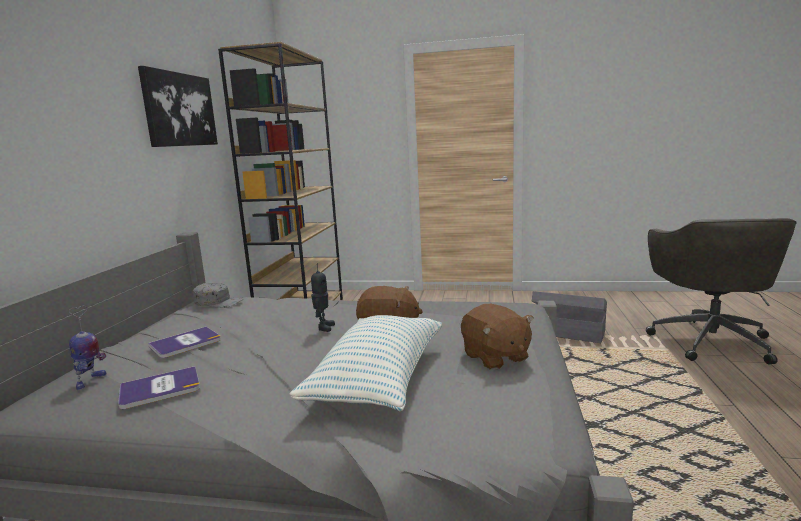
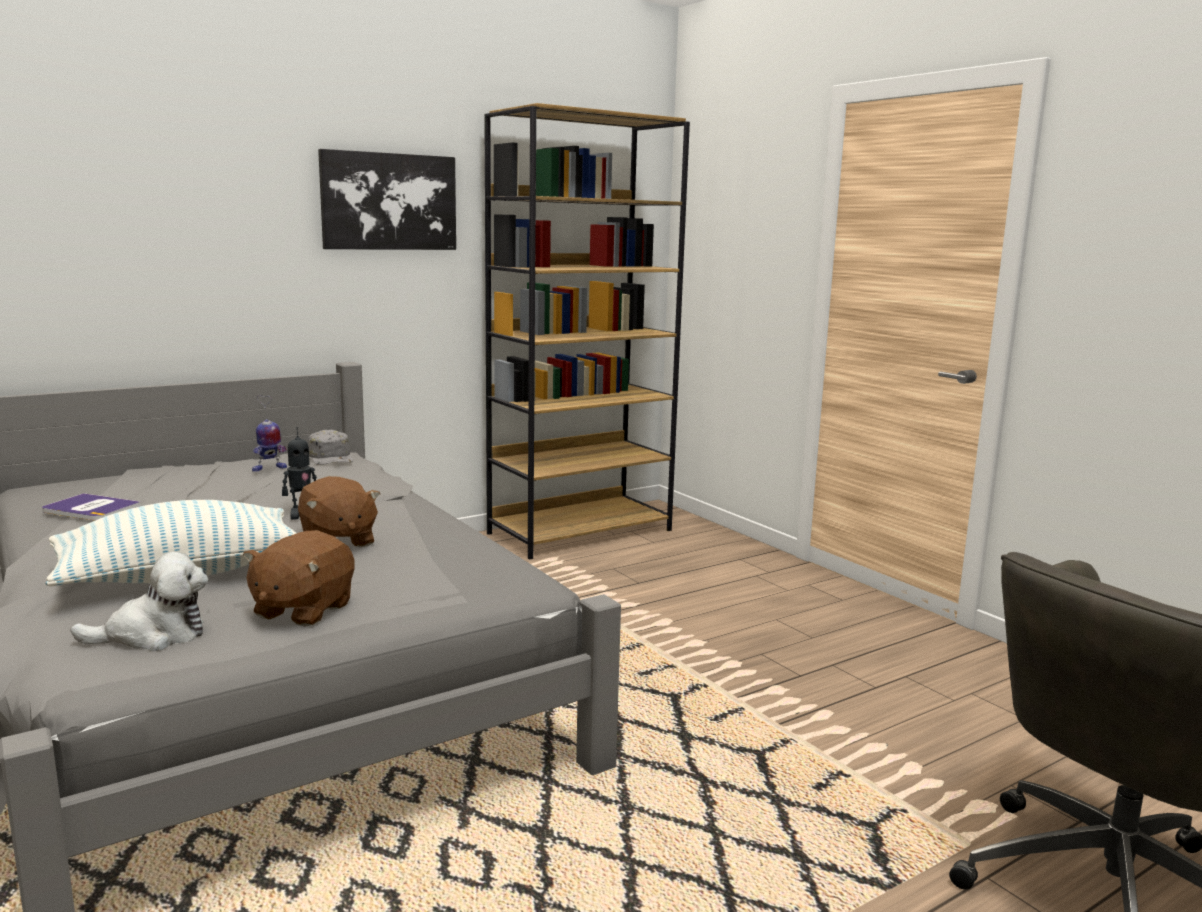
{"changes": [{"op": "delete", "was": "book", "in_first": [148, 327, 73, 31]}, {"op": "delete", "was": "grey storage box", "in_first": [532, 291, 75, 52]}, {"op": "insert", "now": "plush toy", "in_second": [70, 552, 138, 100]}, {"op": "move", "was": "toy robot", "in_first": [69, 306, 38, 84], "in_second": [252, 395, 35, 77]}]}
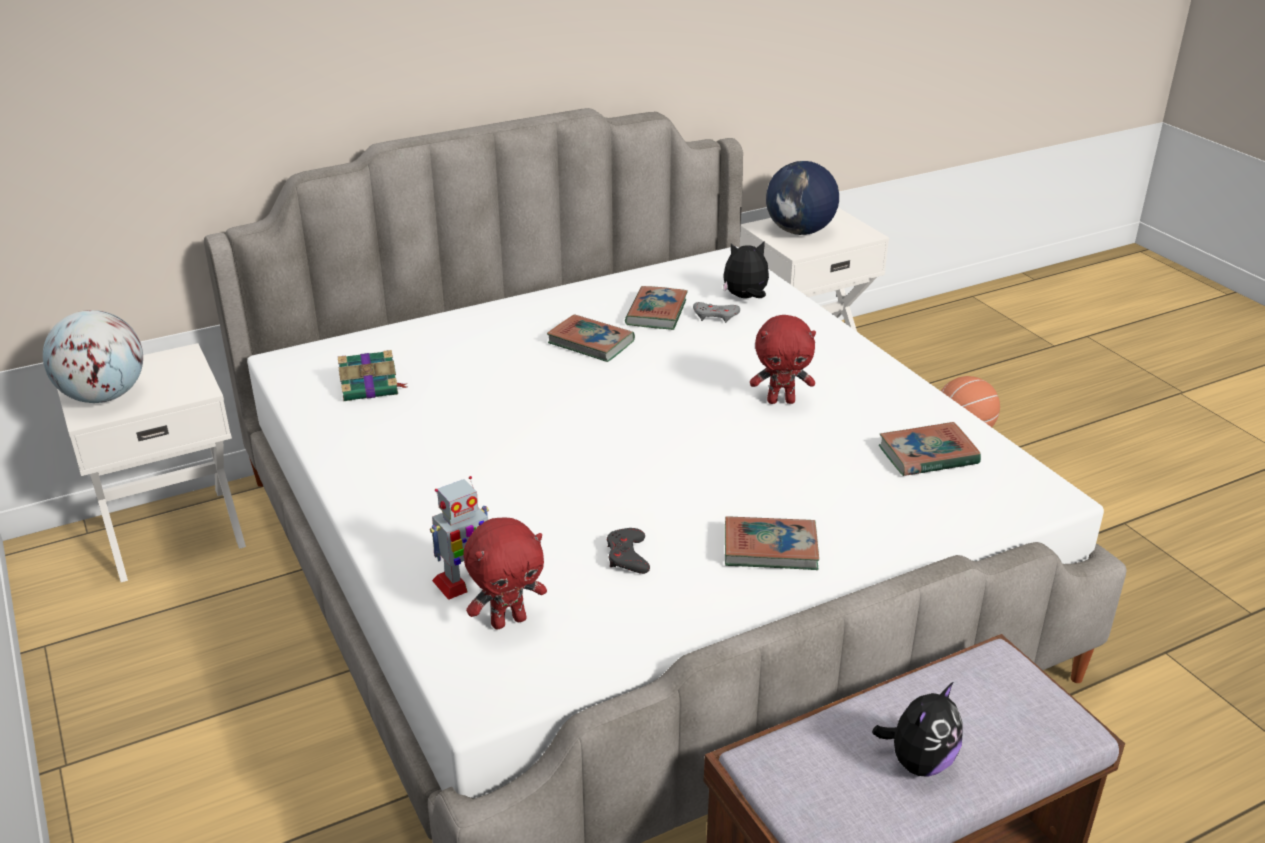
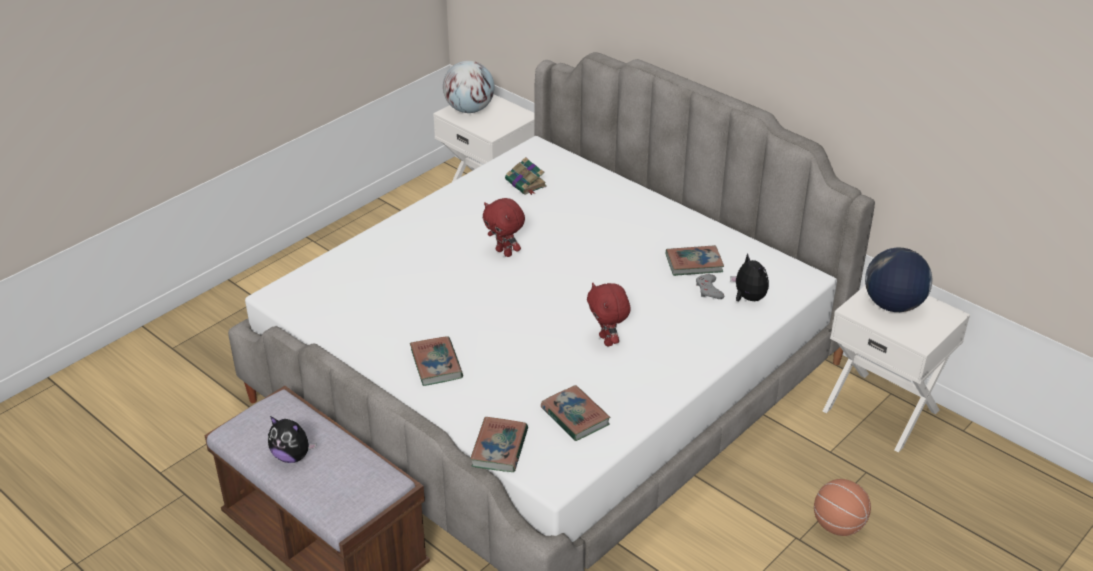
{"changes": [{"op": "delete", "was": "toy robot", "in_first": [430, 476, 59, 124]}, {"op": "delete", "was": "grey game controller", "in_first": [607, 528, 43, 46]}, {"op": "move", "was": "red plush toy", "in_first": [464, 517, 83, 113], "in_second": [483, 198, 42, 59]}, {"op": "move", "was": "book", "in_first": [547, 314, 88, 48], "in_second": [470, 417, 58, 55]}]}
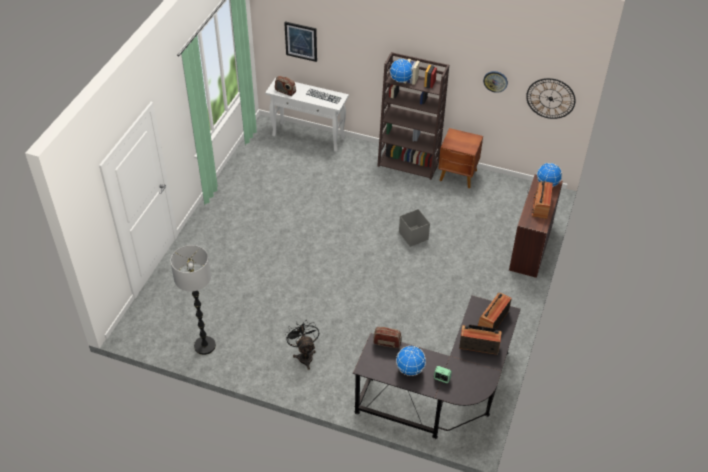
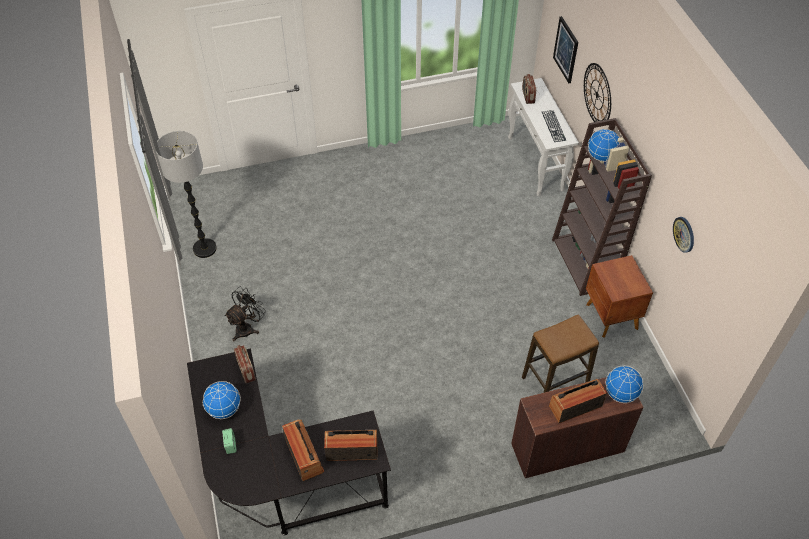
{"changes": [{"op": "delete", "was": "grey storage box", "in_first": [399, 209, 31, 38]}, {"op": "insert", "now": "stool", "in_second": [522, 314, 77, 79]}, {"op": "move", "was": "wall clock", "in_first": [526, 78, 50, 41], "in_second": [584, 63, 27, 59]}]}
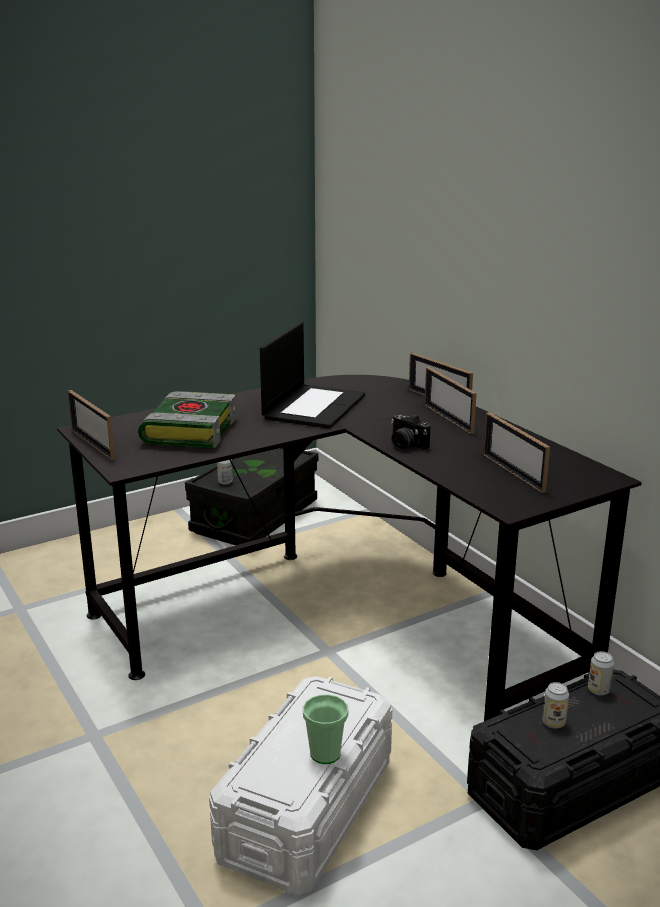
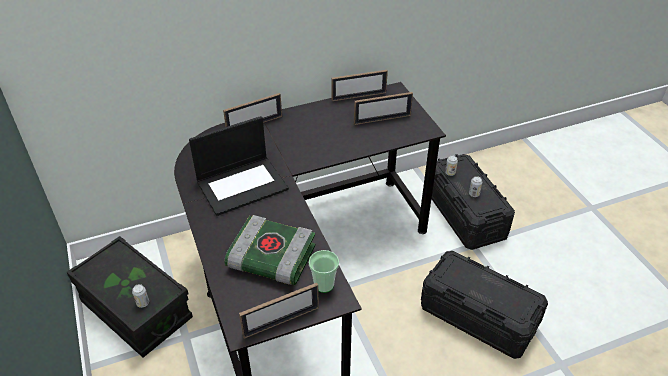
{"changes": [{"op": "delete", "was": "photo camera", "in_first": [391, 414, 39, 35]}, {"op": "move", "was": "cup", "in_first": [303, 694, 46, 70], "in_second": [309, 250, 30, 43]}, {"op": "move", "was": "picture frame", "in_first": [425, 367, 52, 67], "in_second": [331, 70, 57, 31]}, {"op": "recolor", "was": "white storage box", "now": "black storage box", "in_first": [209, 676, 183, 219], "in_second": [421, 251, 127, 108]}, {"op": "rotate", "was": "laptop", "in_first": [260, 322, 105, 107], "in_second": [189, 116, 100, 100], "clockwise": 120}]}
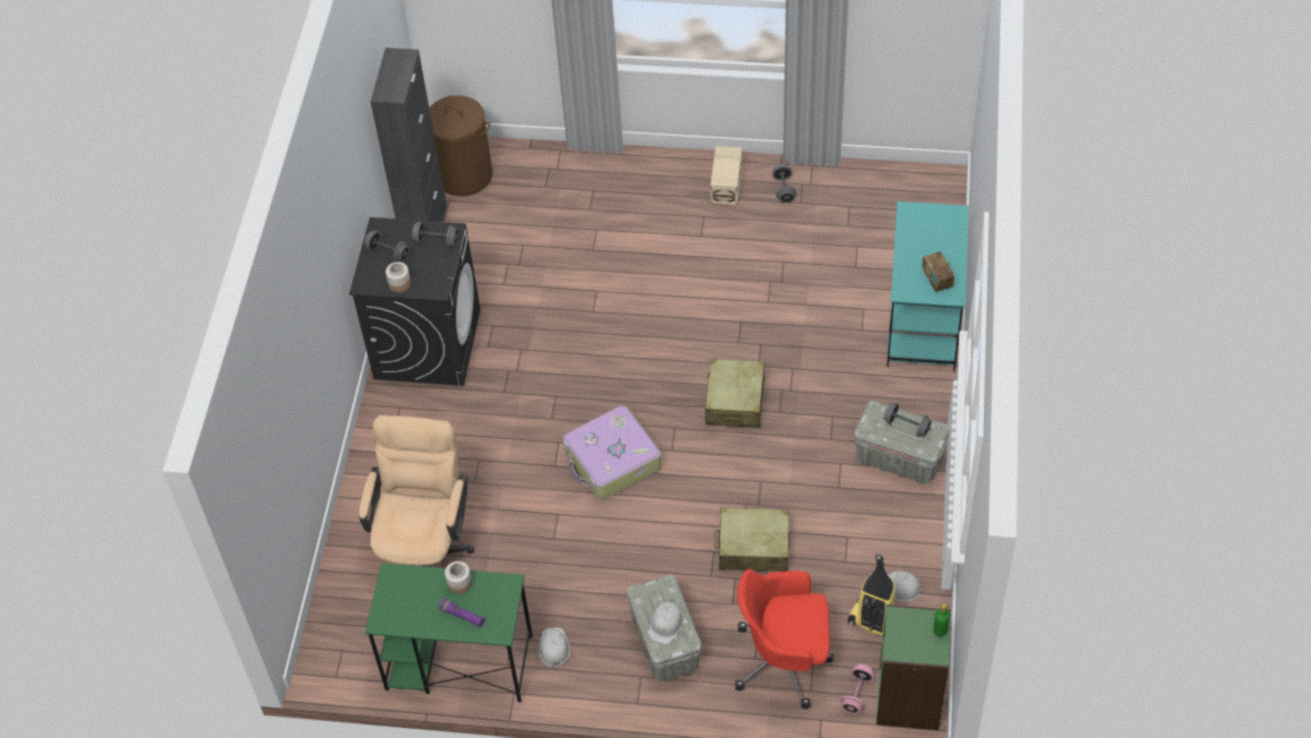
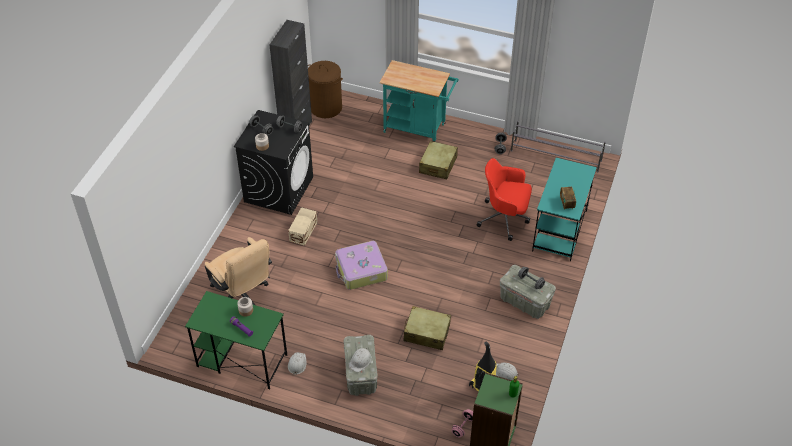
{"changes": [{"op": "insert", "now": "turquoise cart", "in_second": [379, 60, 80, 82]}, {"op": "insert", "now": "grey shoe rack", "in_second": [511, 121, 95, 51]}, {"op": "move", "was": "beige suitcase", "in_first": [705, 359, 60, 69], "in_second": [419, 141, 39, 38]}, {"op": "move", "was": "beige storage box", "in_first": [710, 146, 32, 59], "in_second": [288, 207, 29, 39]}, {"op": "move", "was": "red office chair", "in_first": [735, 569, 99, 140], "in_second": [477, 158, 55, 83]}, {"op": "rotate", "was": "beige office chair", "in_first": [359, 415, 115, 152], "in_second": [205, 237, 67, 68], "clockwise": 120}]}
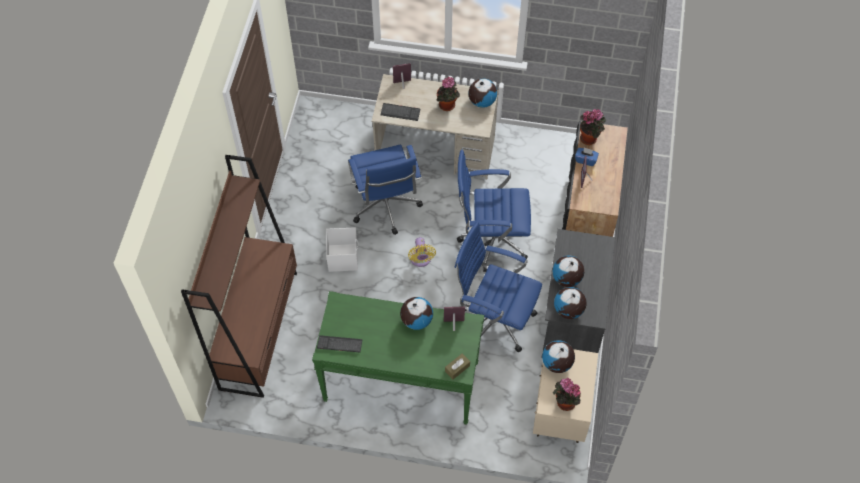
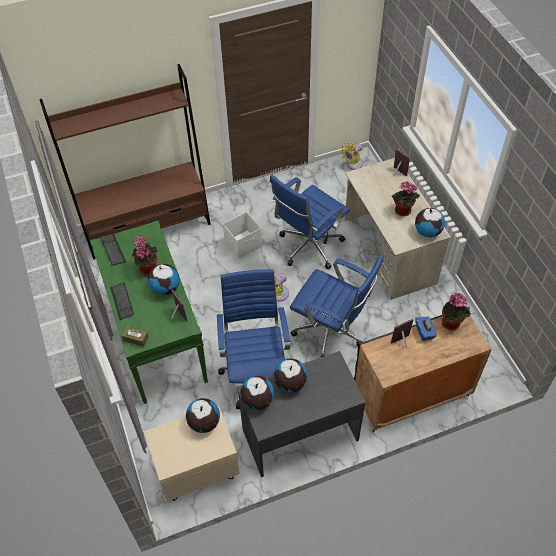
{"changes": [{"op": "insert", "now": "yellow fan", "in_second": [341, 142, 22, 28]}, {"op": "move", "was": "keyboard", "in_first": [381, 103, 39, 18], "in_second": [110, 282, 24, 38]}, {"op": "move", "was": "potted plant", "in_first": [553, 378, 28, 33], "in_second": [132, 235, 25, 41]}, {"op": "rotate", "was": "blue office chair", "in_first": [457, 150, 74, 122], "in_second": [290, 254, 93, 104], "clockwise": 150}]}
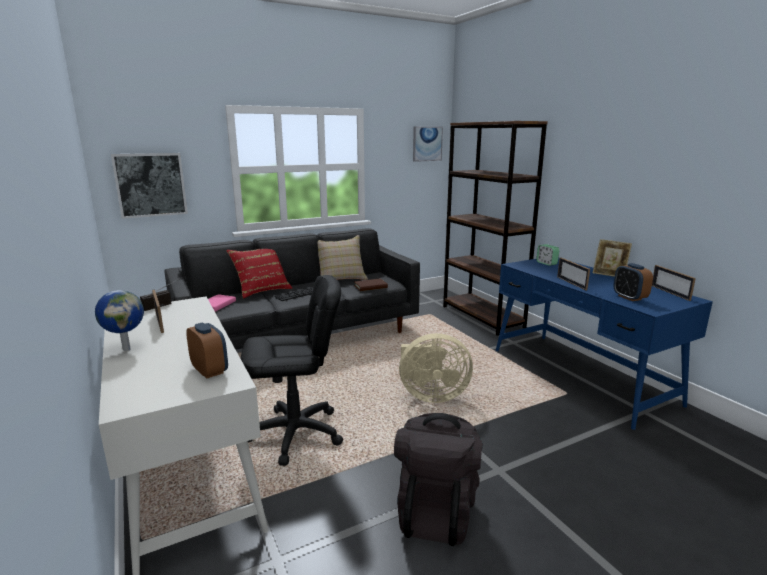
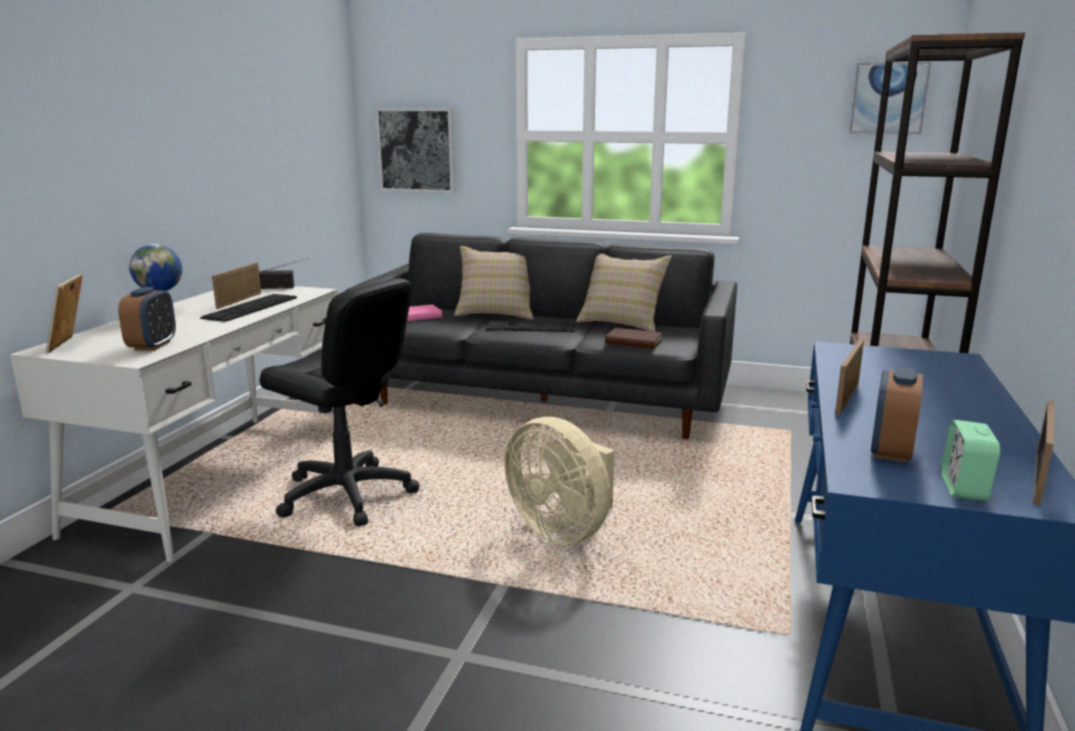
{"changes": [{"op": "delete", "was": "black backpack", "in_first": [394, 413, 89, 133]}, {"op": "insert", "now": "keyboard", "in_second": [200, 294, 97, 28]}, {"op": "move", "was": "alarm clock", "in_first": [536, 244, 23, 22], "in_second": [941, 420, 60, 81]}, {"op": "move", "was": "picture frame", "in_first": [593, 239, 39, 38], "in_second": [46, 274, 37, 79]}, {"op": "recolor", "was": "red pillow", "now": "beige pillow", "in_first": [226, 249, 66, 49], "in_second": [454, 246, 80, 74]}]}
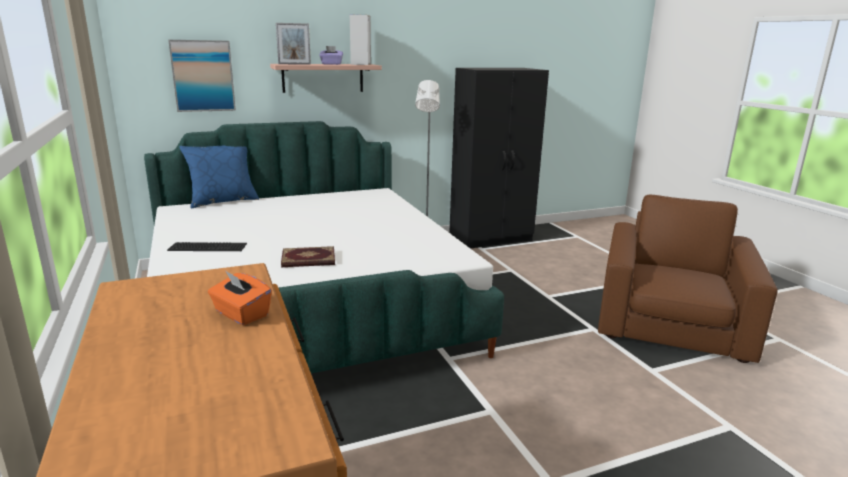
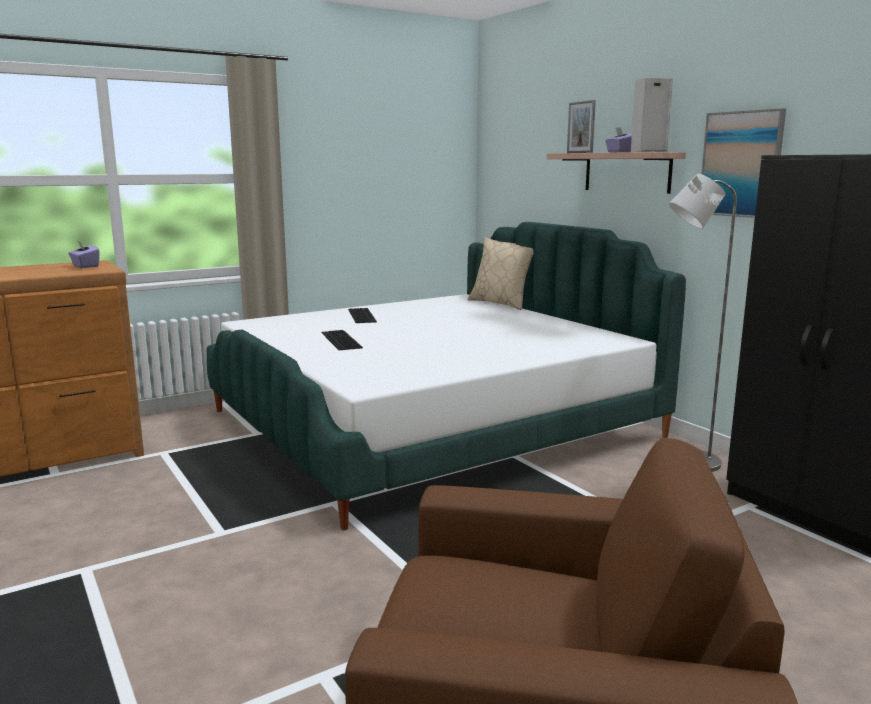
{"changes": [{"op": "delete", "was": "orange tissue box", "in_first": [208, 270, 64, 55]}, {"op": "insert", "now": "purple tissue box", "in_second": [68, 241, 32, 27]}, {"op": "move", "was": "picture", "in_first": [168, 40, 68, 72], "in_second": [701, 108, 85, 110]}, {"op": "replace", "was": "book", "now": "keyboard", "in_first": [281, 246, 54, 21], "in_second": [322, 330, 41, 20]}, {"op": "recolor", "was": "blue pillow", "now": "beige pillow", "in_first": [179, 146, 80, 62], "in_second": [467, 237, 67, 73]}]}
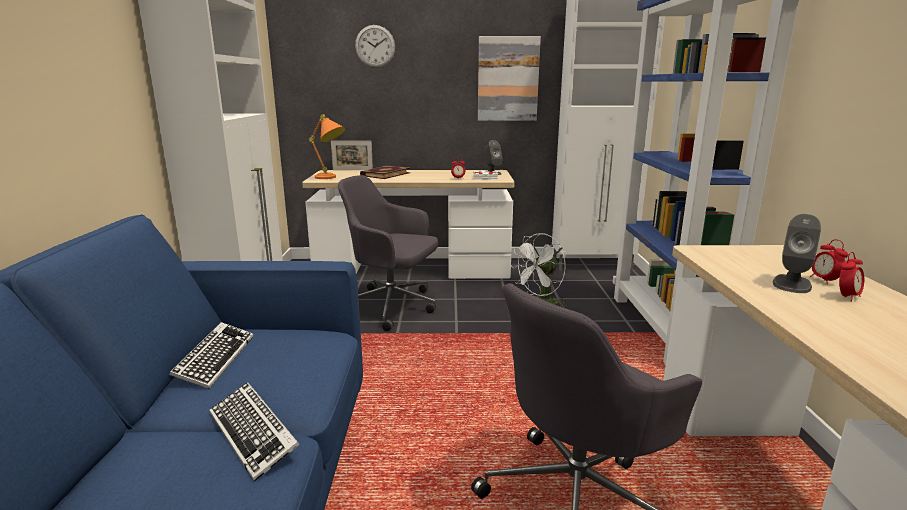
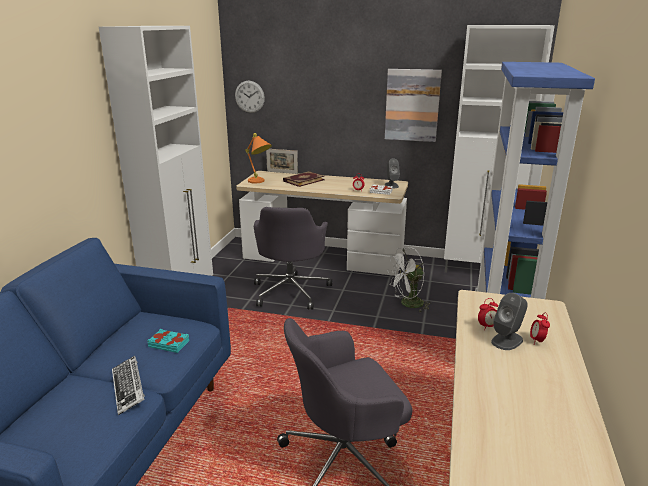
{"changes": [{"op": "delete", "was": "keyboard", "in_first": [169, 322, 85, 67]}, {"op": "insert", "now": "turquoise book", "in_second": [147, 329, 42, 24]}, {"op": "move", "was": "wall clock", "in_first": [355, 25, 40, 43], "in_second": [235, 81, 30, 32]}, {"op": "move", "was": "alarm clock", "in_first": [839, 252, 25, 50], "in_second": [478, 298, 20, 32]}, {"op": "rotate", "was": "grey office chair", "in_first": [338, 175, 100, 156], "in_second": [254, 207, 78, 103], "clockwise": -120}]}
